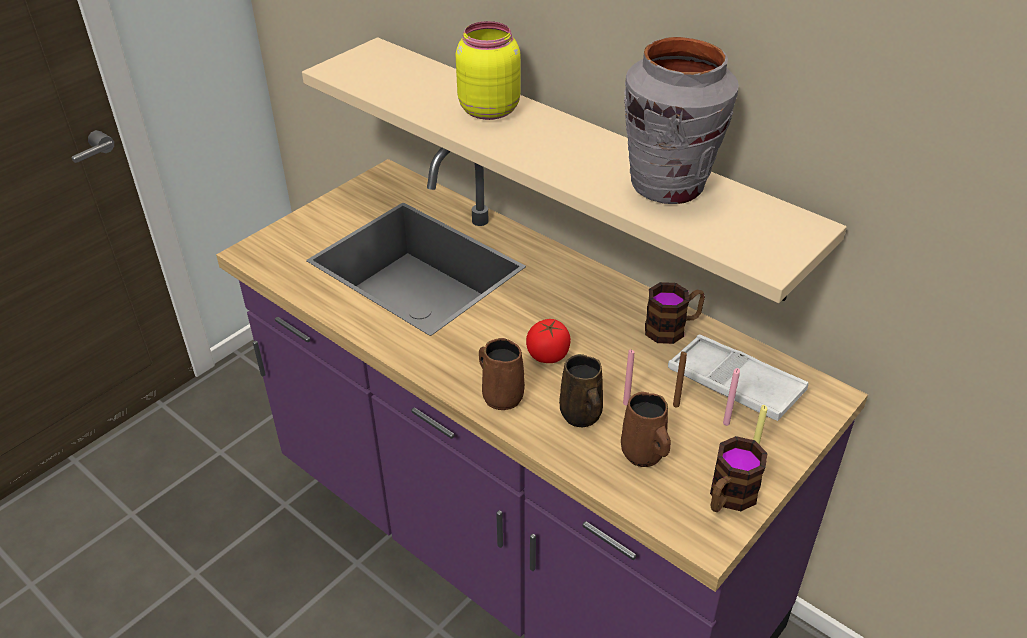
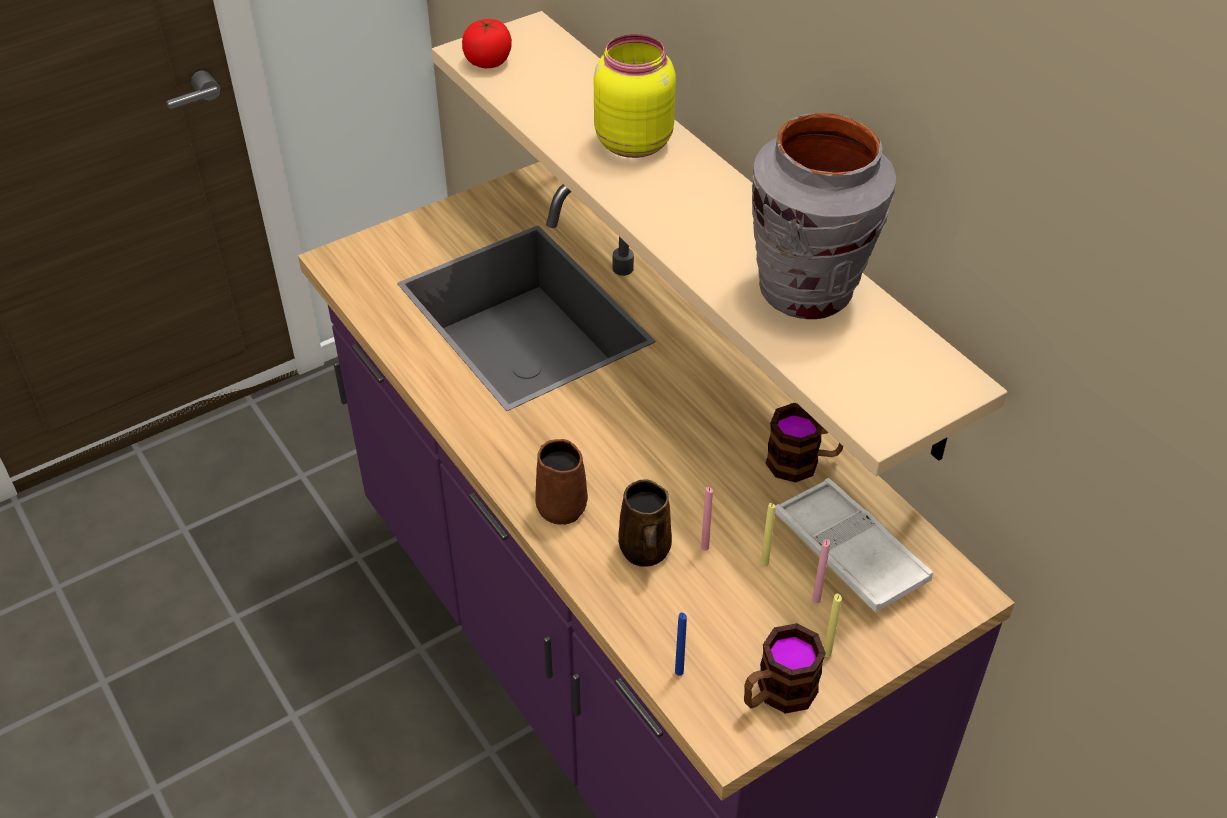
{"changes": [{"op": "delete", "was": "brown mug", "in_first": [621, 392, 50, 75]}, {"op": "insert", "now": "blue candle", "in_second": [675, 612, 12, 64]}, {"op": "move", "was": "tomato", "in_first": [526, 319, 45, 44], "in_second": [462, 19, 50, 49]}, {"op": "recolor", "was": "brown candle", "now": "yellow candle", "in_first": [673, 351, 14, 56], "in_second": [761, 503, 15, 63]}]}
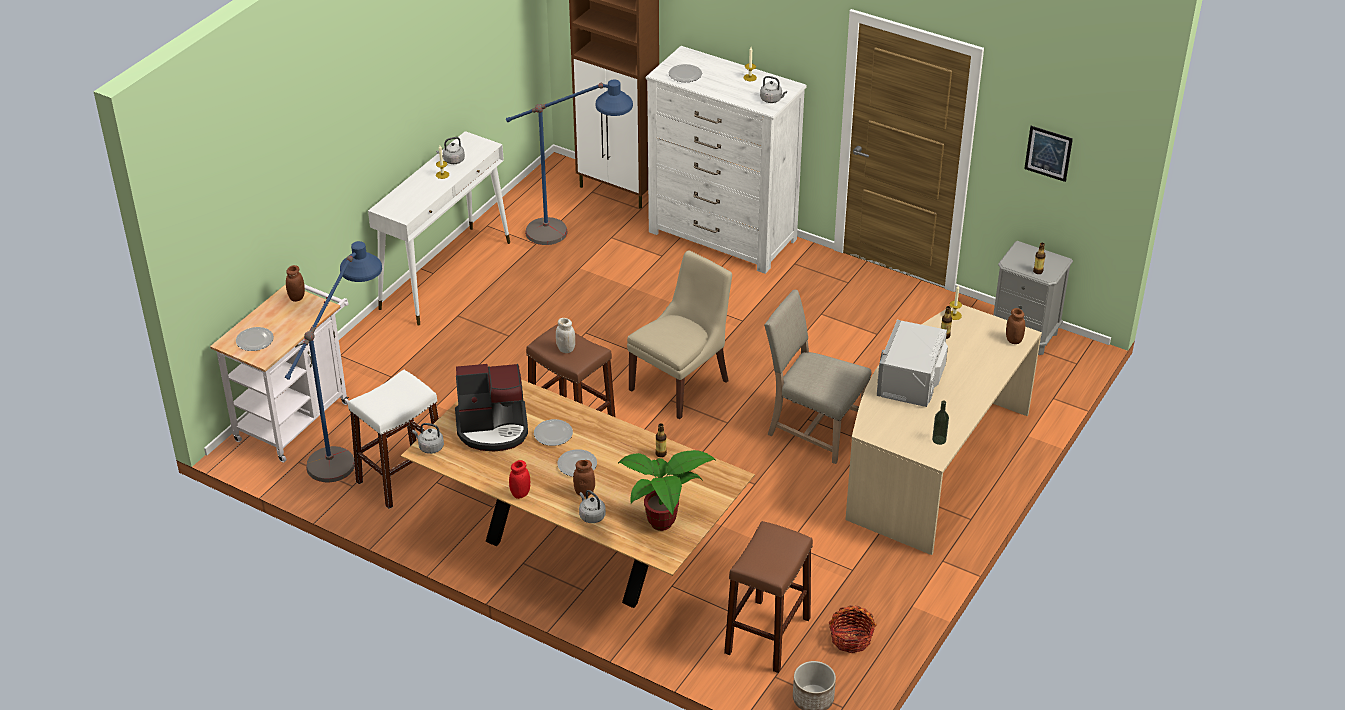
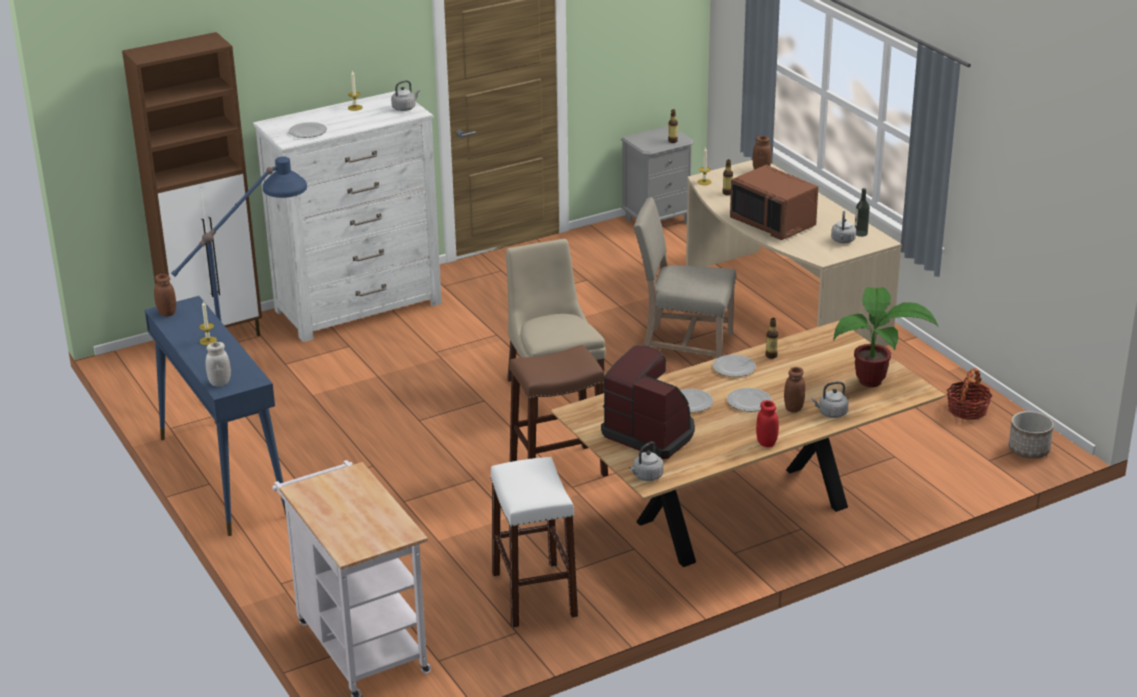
{"changes": [{"op": "delete", "was": "blue floor lamp", "in_first": [285, 241, 97, 241]}, {"op": "delete", "was": "brown stool", "in_first": [724, 521, 89, 152]}, {"op": "delete", "was": "picture", "in_first": [1024, 126, 49, 56]}, {"op": "move", "was": "plate", "in_first": [236, 327, 38, 24], "in_second": [713, 355, 43, 22]}, {"op": "move", "was": "brown jar", "in_first": [286, 265, 19, 37], "in_second": [154, 274, 22, 42]}, {"op": "move", "was": "grey kettle", "in_first": [436, 137, 29, 27], "in_second": [831, 211, 25, 32]}, {"op": "move", "was": "white jar", "in_first": [556, 318, 19, 35], "in_second": [205, 342, 26, 45]}, {"op": "recolor", "was": "white console table", "now": "blue console table", "in_first": [368, 131, 142, 195], "in_second": [145, 296, 141, 240]}, {"op": "recolor", "was": "grey microwave", "now": "brown microwave", "in_first": [877, 320, 71, 87], "in_second": [730, 165, 88, 75]}, {"op": "rotate", "was": "coffee machine", "in_first": [455, 364, 73, 87], "in_second": [601, 345, 94, 114], "clockwise": -75}, {"op": "rotate", "was": "beige chair", "in_first": [764, 290, 107, 174], "in_second": [633, 197, 103, 161], "clockwise": 45}]}
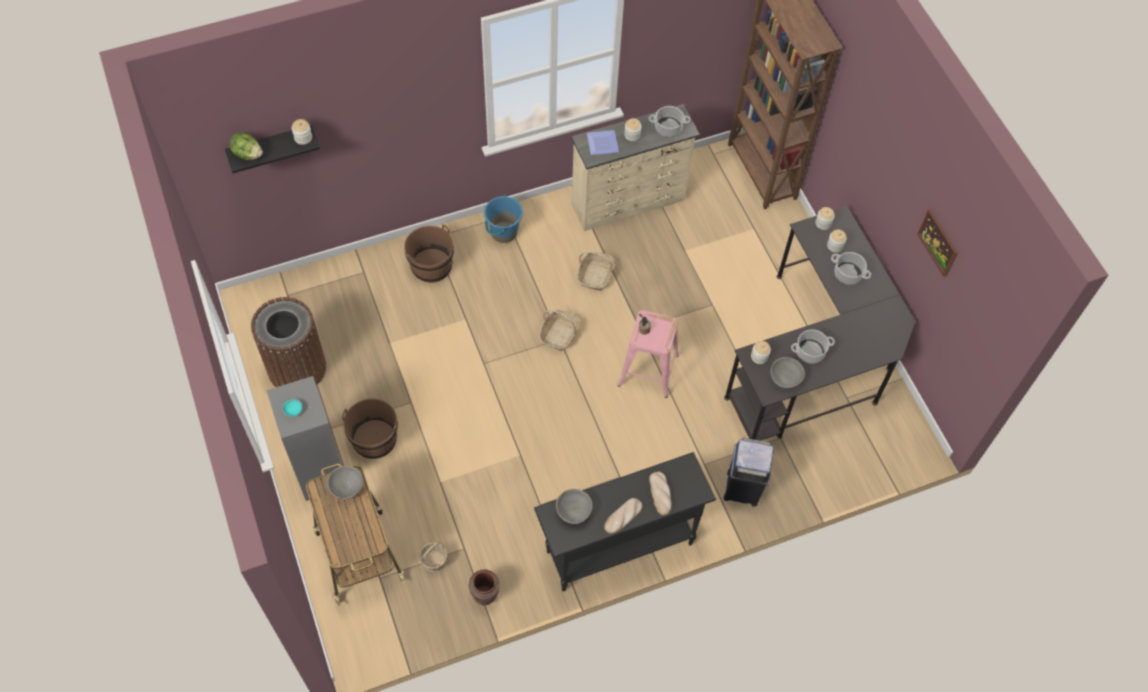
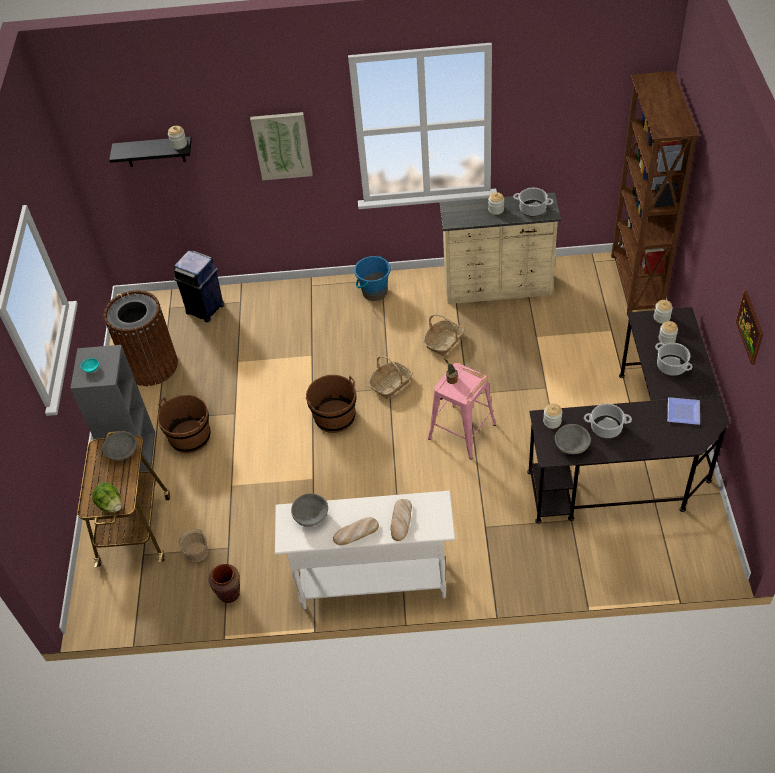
{"changes": [{"op": "insert", "now": "picture", "in_second": [250, 112, 63, 68]}, {"op": "move", "was": "lettuce", "in_first": [230, 132, 33, 28], "in_second": [92, 482, 30, 30]}, {"op": "move", "was": "brown bucket", "in_first": [404, 224, 50, 59], "in_second": [306, 375, 50, 58]}, {"op": "move", "was": "plate", "in_first": [587, 130, 32, 25], "in_second": [668, 397, 32, 28]}, {"op": "move", "was": "blue trash can", "in_first": [723, 438, 51, 68], "in_second": [174, 251, 50, 71]}, {"op": "recolor", "was": "black console table", "now": "white console table", "in_first": [534, 452, 182, 139], "in_second": [275, 491, 180, 118]}]}
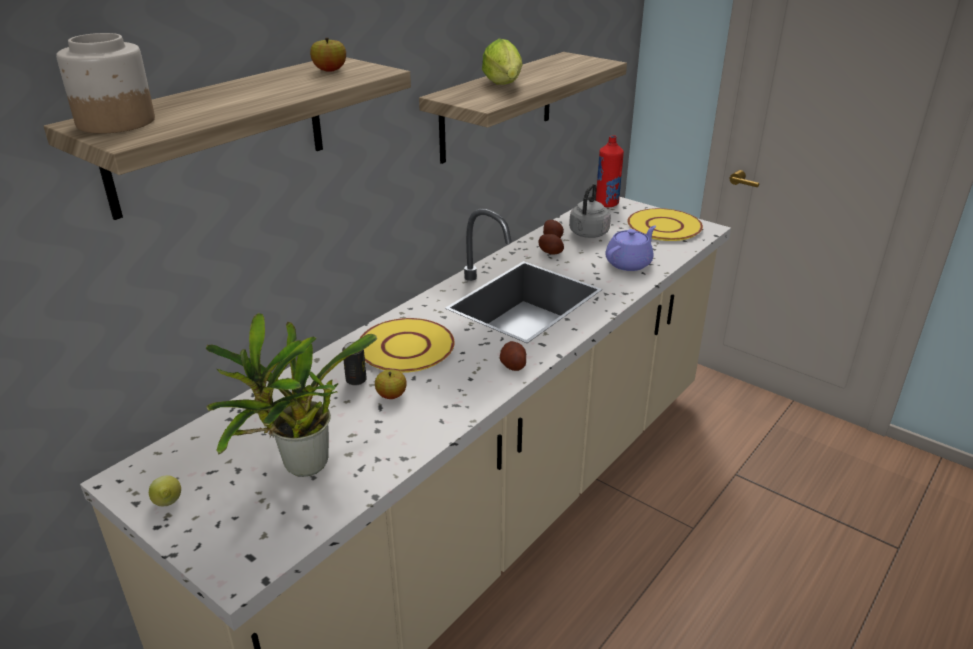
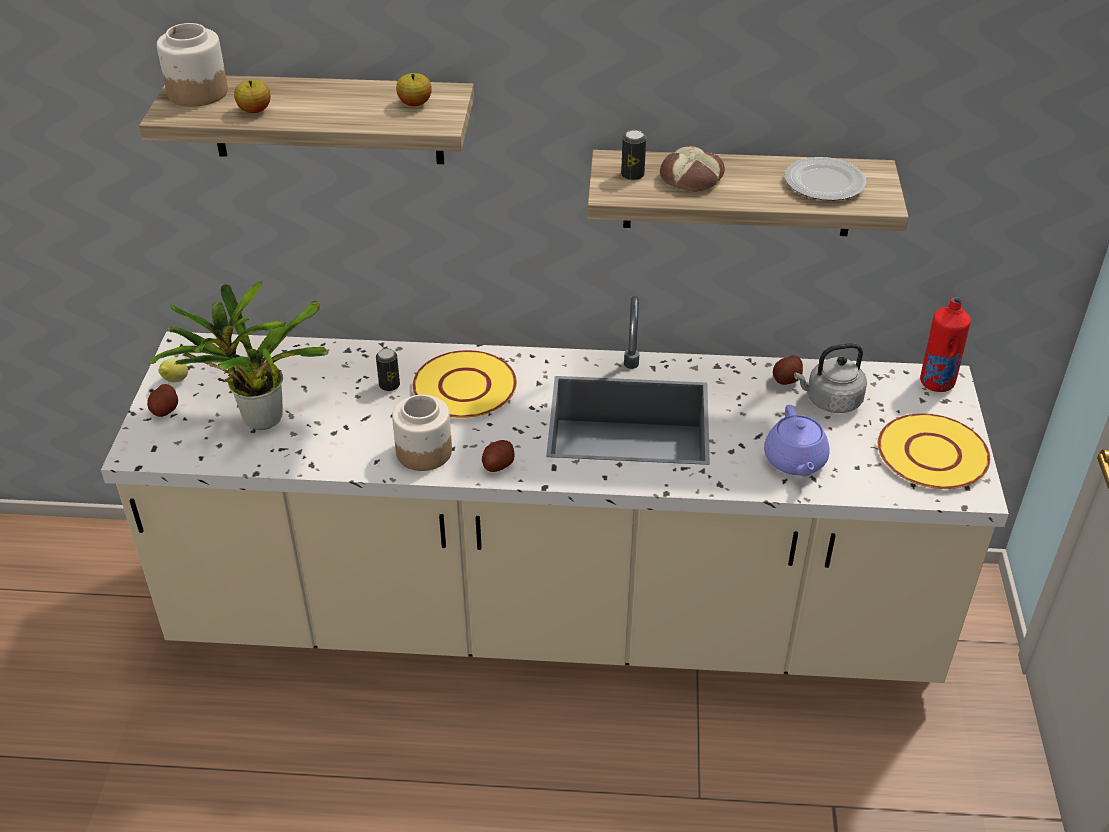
{"changes": [{"op": "insert", "now": "jar", "in_second": [392, 395, 60, 76]}, {"op": "insert", "now": "can", "in_second": [621, 130, 25, 50]}, {"op": "insert", "now": "plate", "in_second": [785, 157, 82, 44]}, {"op": "move", "was": "apple", "in_first": [375, 369, 31, 30], "in_second": [234, 80, 37, 33]}, {"op": "move", "was": "potato", "in_first": [538, 234, 26, 21], "in_second": [147, 384, 31, 33]}, {"op": "replace", "was": "lettuce", "now": "bread", "in_first": [482, 39, 40, 46], "in_second": [660, 146, 65, 46]}, {"op": "rotate", "was": "purple teapot", "in_first": [605, 226, 51, 45], "in_second": [764, 405, 65, 71], "clockwise": 75}]}
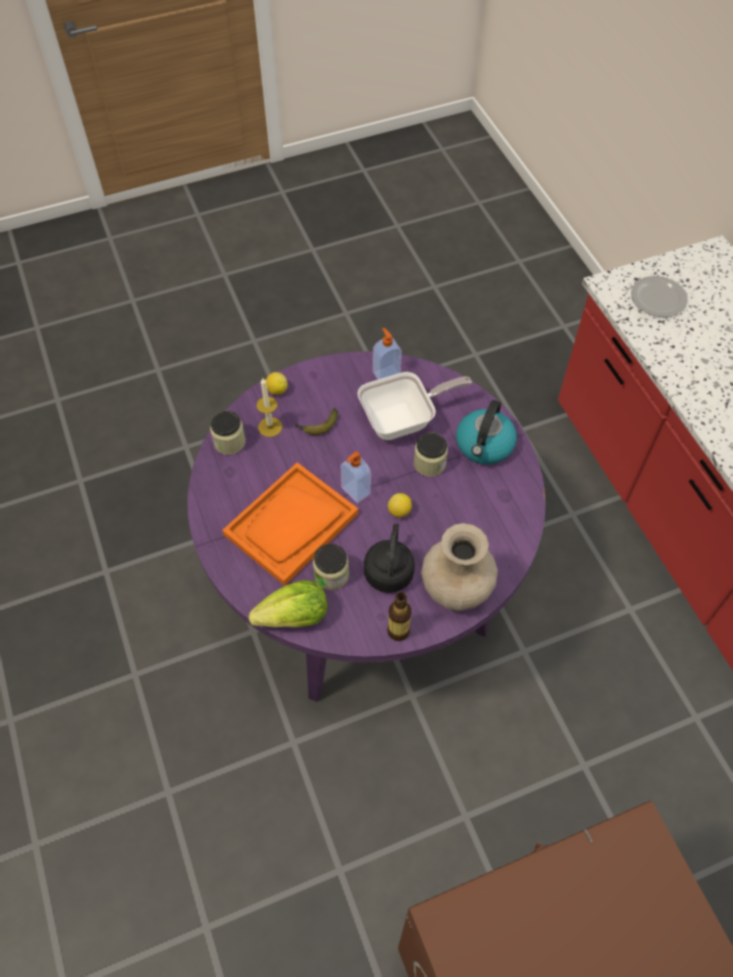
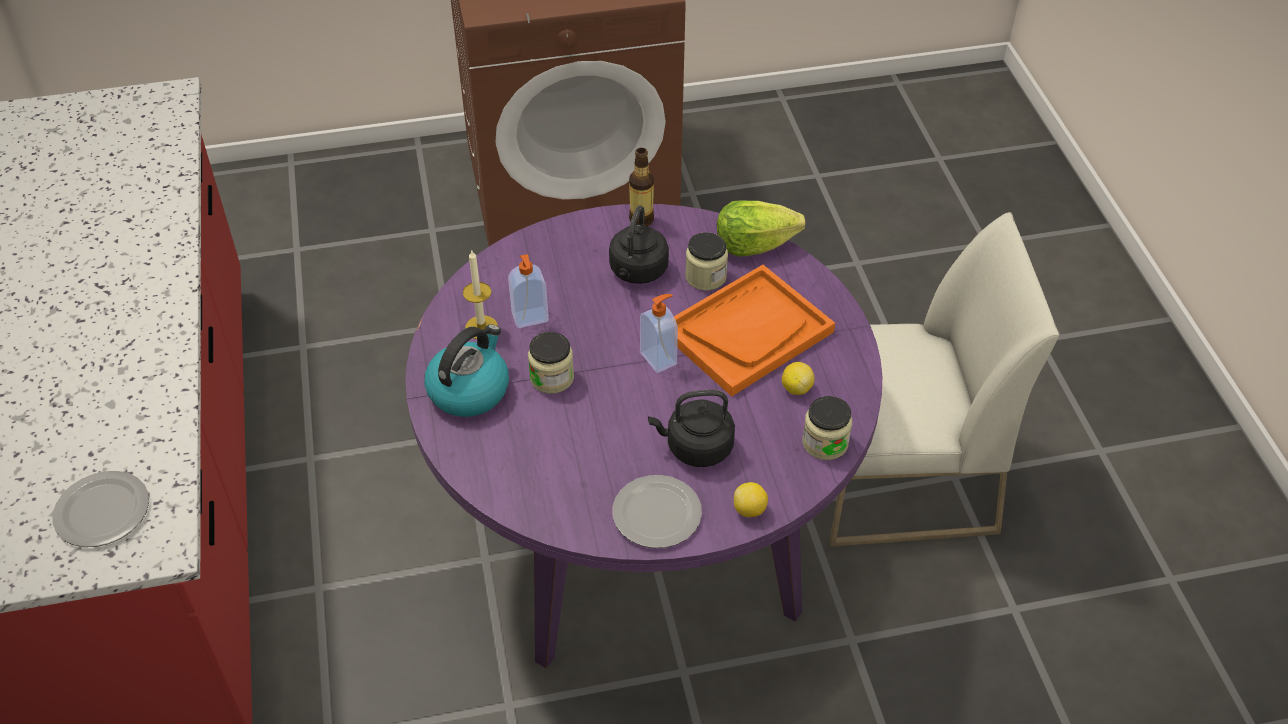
{"changes": [{"op": "delete", "was": "frying pan", "in_first": [357, 372, 115, 68]}, {"op": "delete", "was": "beige vase", "in_first": [421, 523, 77, 88]}, {"op": "insert", "now": "plate", "in_second": [612, 475, 90, 73]}, {"op": "insert", "now": "white chair", "in_second": [830, 212, 229, 335]}, {"op": "move", "was": "candle", "in_first": [256, 378, 26, 59], "in_second": [463, 251, 35, 88]}, {"op": "move", "was": "soap dispenser", "in_first": [373, 328, 29, 52], "in_second": [508, 254, 41, 74]}, {"op": "move", "was": "lemon", "in_first": [388, 493, 24, 25], "in_second": [782, 362, 32, 33]}, {"op": "replace", "was": "banana", "now": "black kettle", "in_first": [295, 408, 43, 27], "in_second": [648, 390, 87, 77]}]}
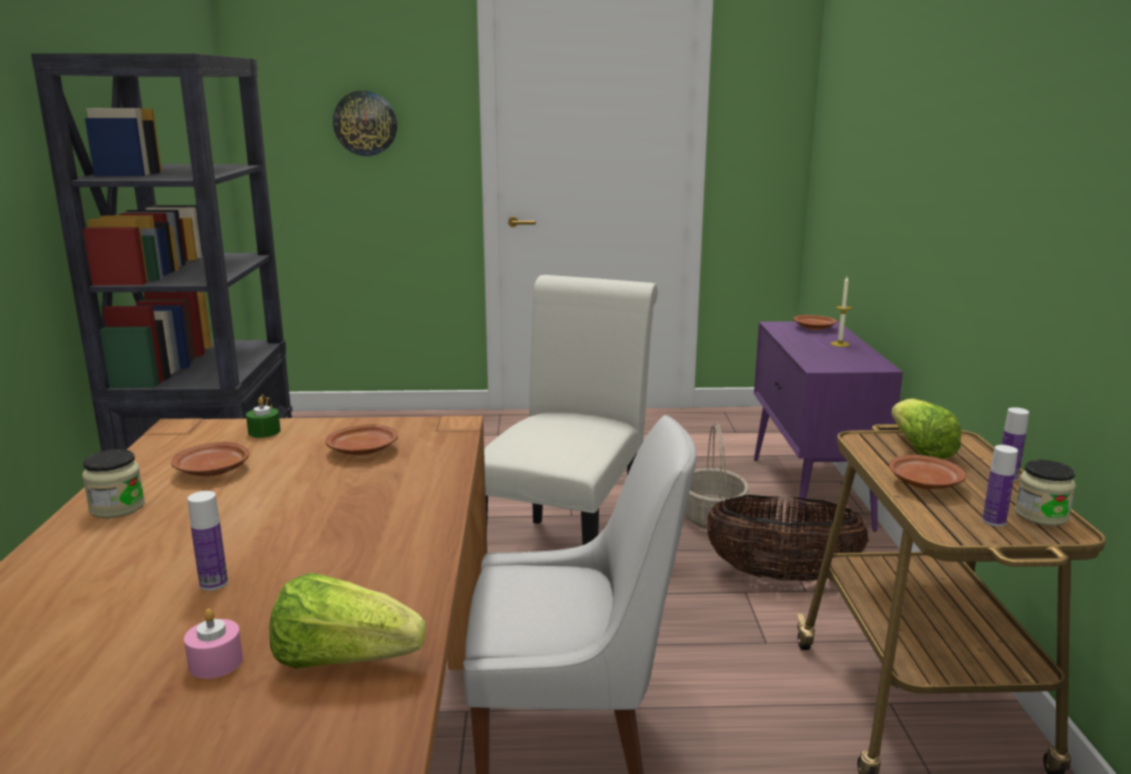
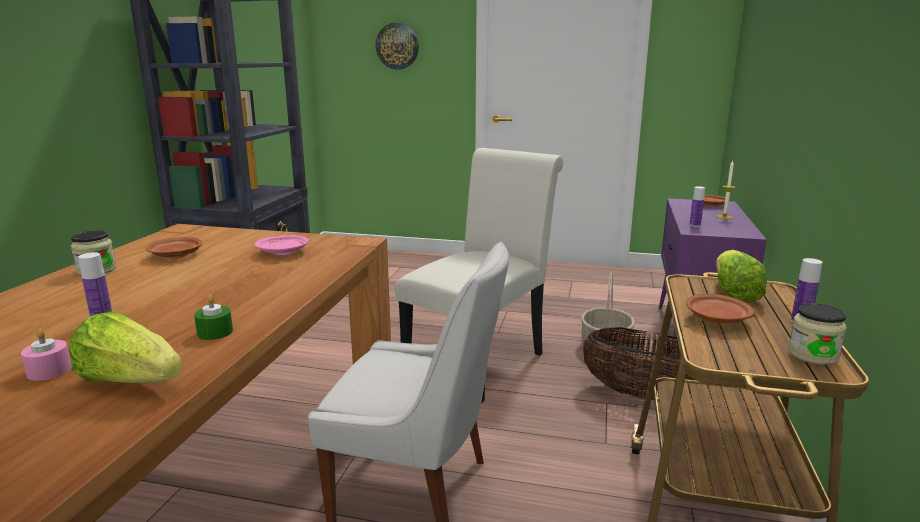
{"changes": [{"op": "move", "was": "green candle", "in_first": [246, 397, 35, 41], "in_second": [194, 295, 39, 45]}, {"op": "move", "was": "bottle", "in_first": [982, 445, 36, 82], "in_second": [689, 186, 16, 41]}, {"op": "recolor", "was": "brown plate", "now": "pink plate", "in_first": [325, 424, 73, 31], "in_second": [255, 235, 54, 20]}]}
